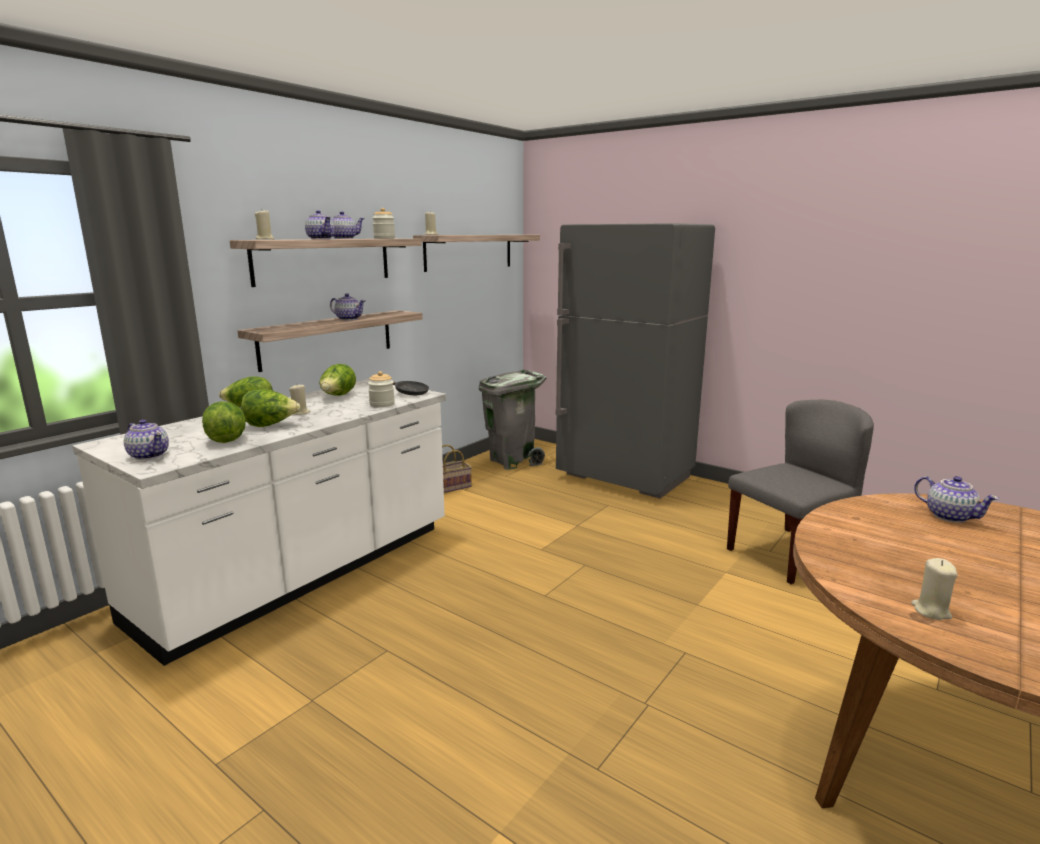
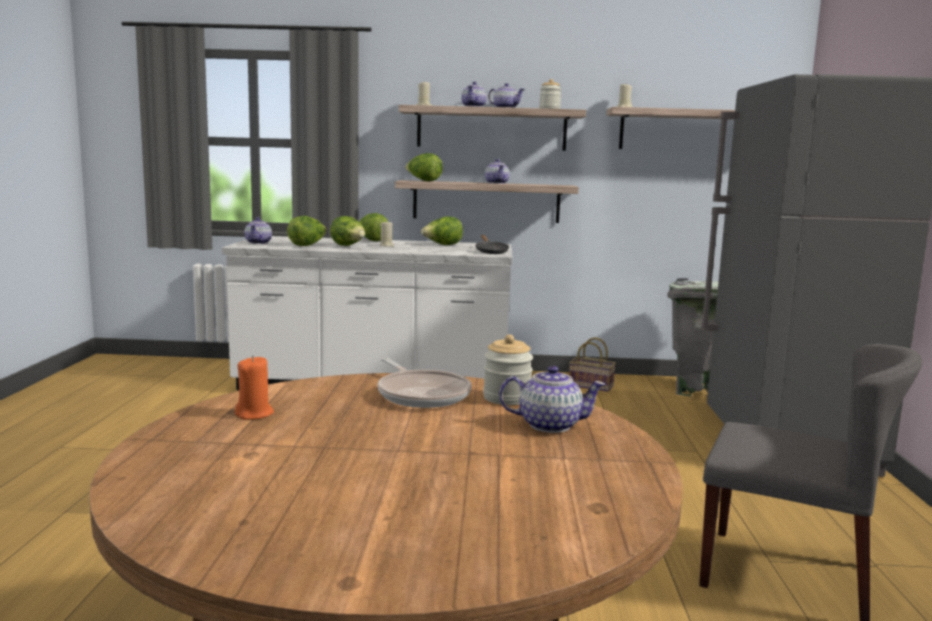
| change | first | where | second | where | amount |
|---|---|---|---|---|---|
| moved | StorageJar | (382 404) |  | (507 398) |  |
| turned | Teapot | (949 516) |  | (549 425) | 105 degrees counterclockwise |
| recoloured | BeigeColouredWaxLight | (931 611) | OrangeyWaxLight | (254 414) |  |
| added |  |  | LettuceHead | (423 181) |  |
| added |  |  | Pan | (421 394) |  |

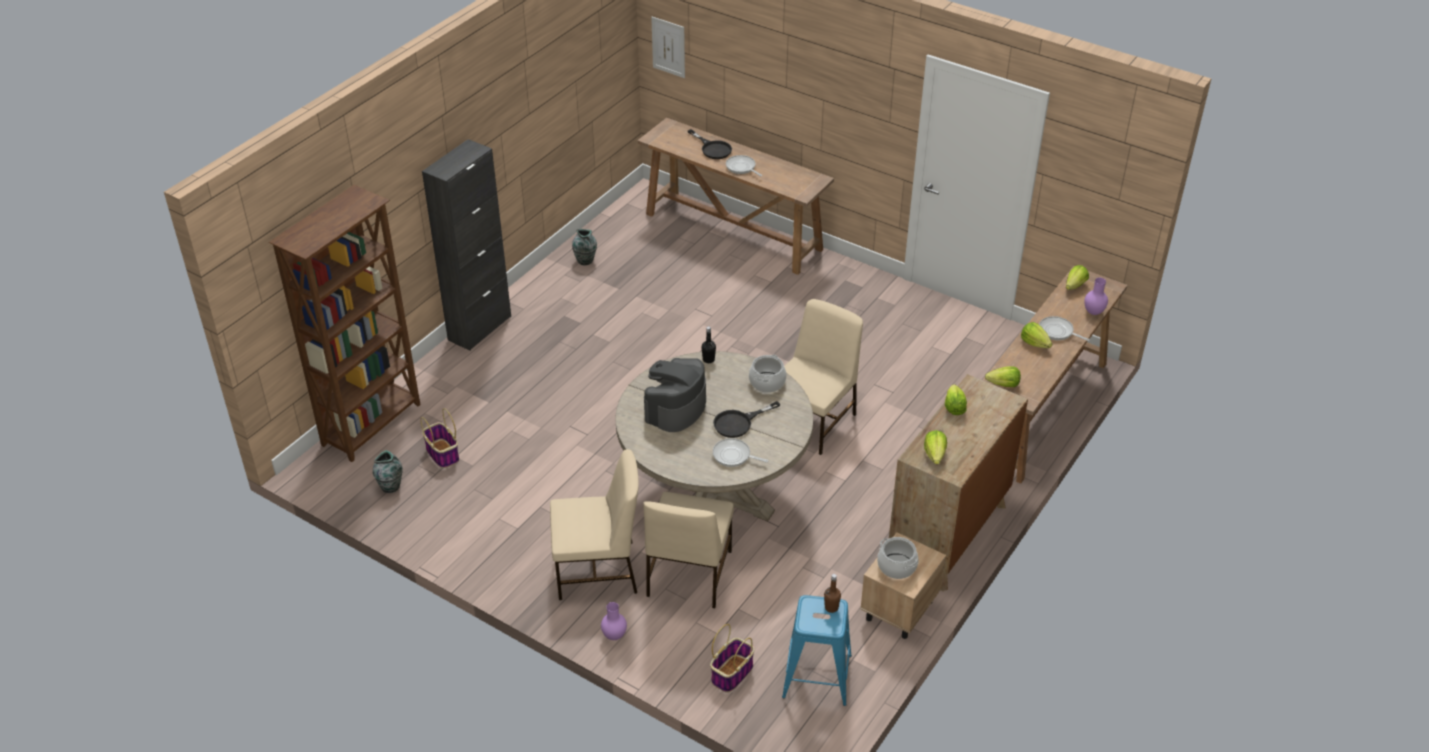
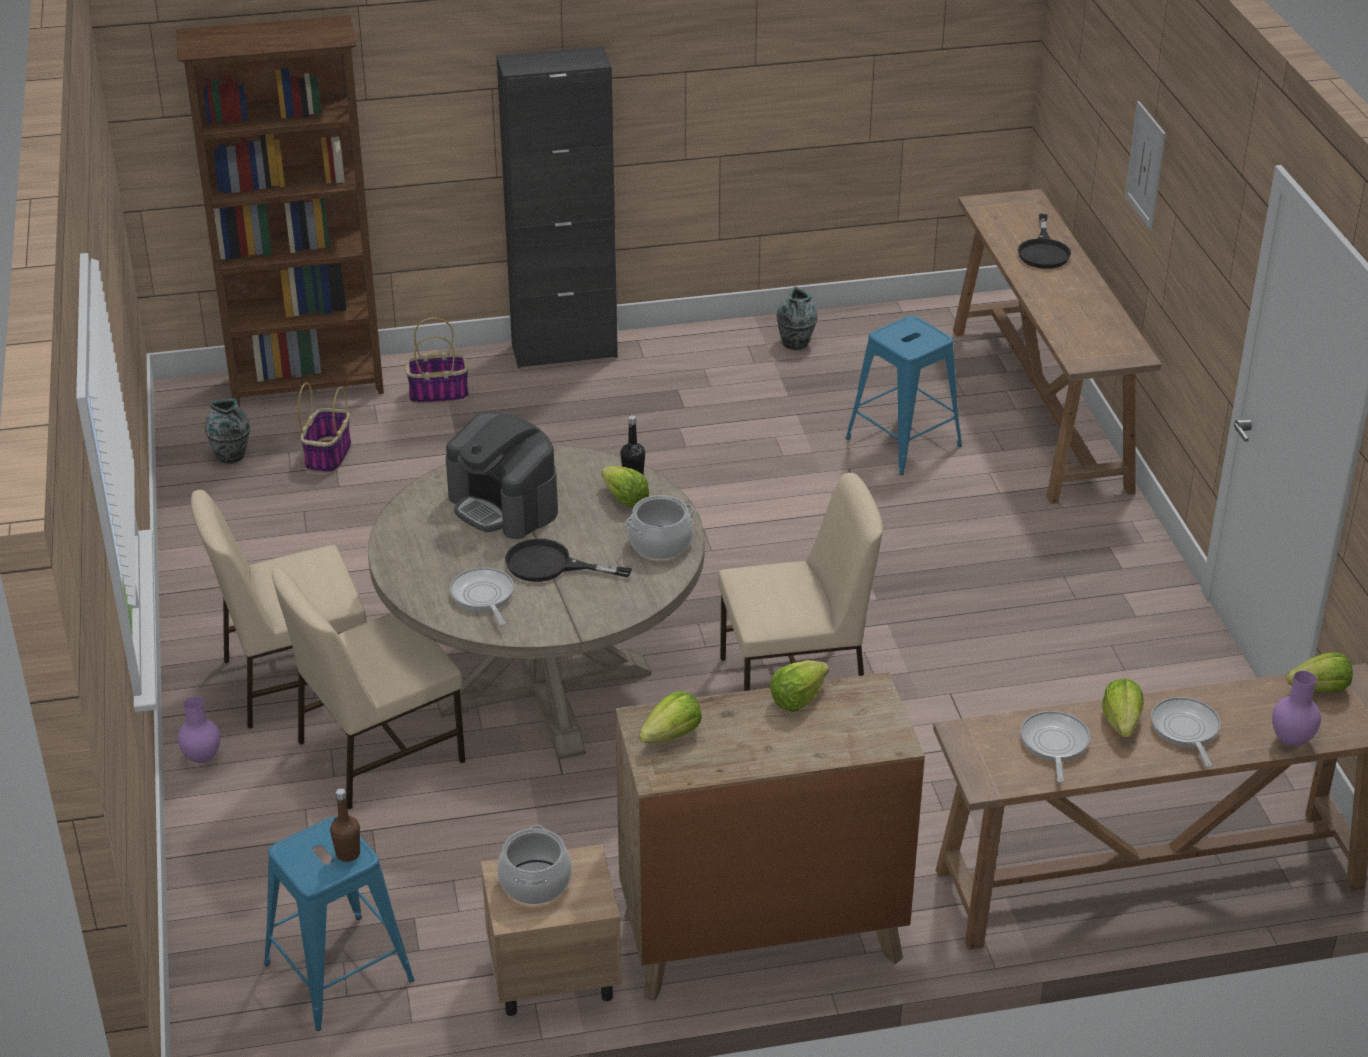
| change | first | where | second | where | amount |
|---|---|---|---|---|---|
| moved | Picture | (668 47) |  | (1145 165) |  |
| moved | Pan | (742 168) |  | (1054 744) |  |
| turned | CoffeeMaker | (675 409) |  | (504 505) | 120 degrees counterclockwise |
| moved | LettuceHead | (1003 385) |  | (624 499) |  |
| turned | BeigeColouredChair | (598 570) |  | (293 679) | 120 degrees clockwise |
| moved | HouseholdBasket | (732 673) |  | (439 394) |  |
| added |  |  | BluishSittingStool | (903 442) |  |

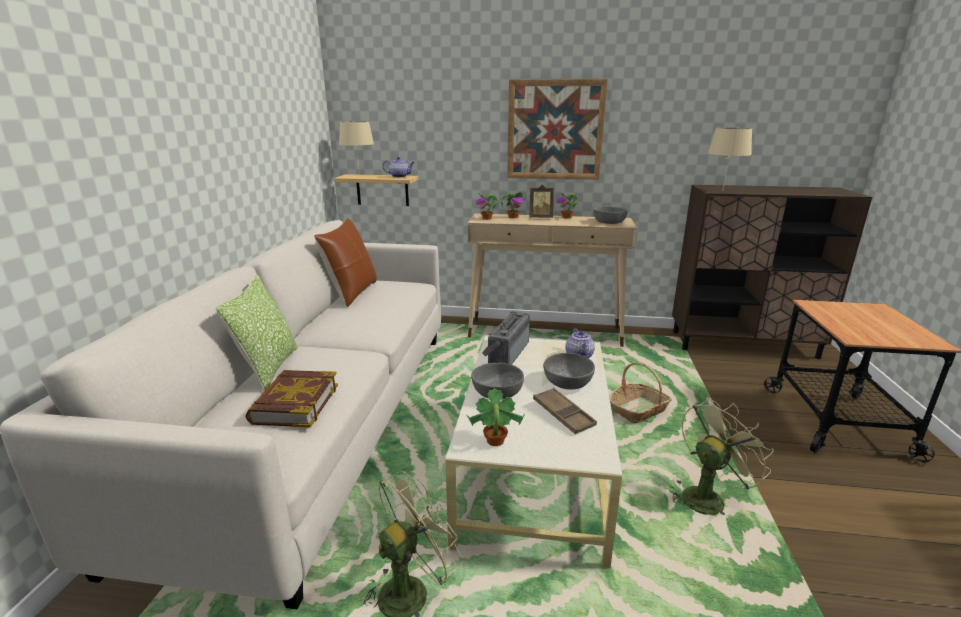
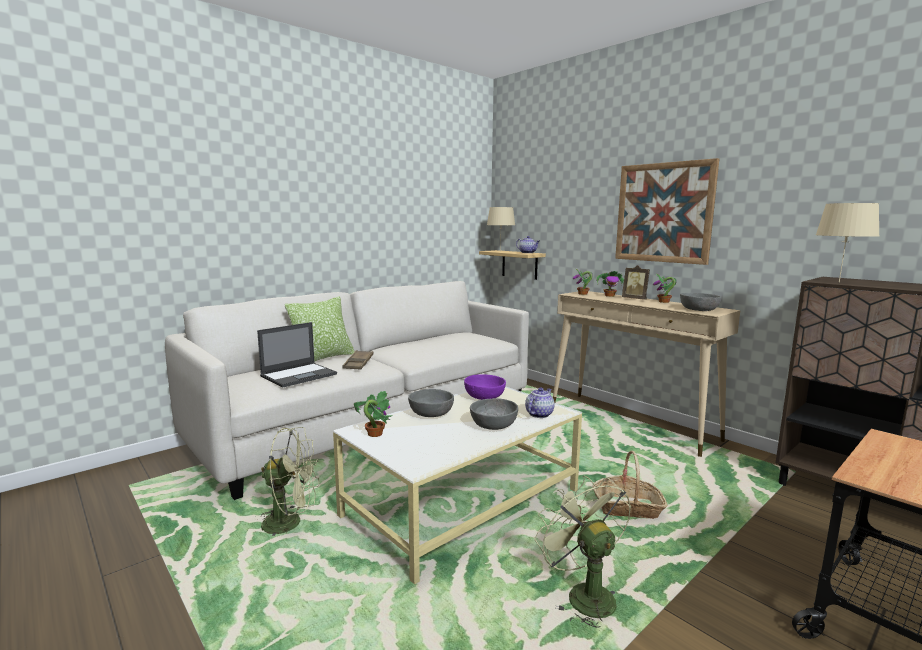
| change | first | where | second | where | amount |
|---|---|---|---|---|---|
| removed | BrownColouredPillow | (351 293) |  |  |  |
| replaced | RadioSet | (505 353) | PurpleServingBowl | (485 396) |  |
| replaced | Volume | (295 404) | PortableComputer | (299 375) |  |
| moved | BrownColouredServingTray | (563 414) |  | (358 363) |  |
| turned | GreenColouredElectricFan | (706 496) |  | (583 594) | 120 degrees counterclockwise |

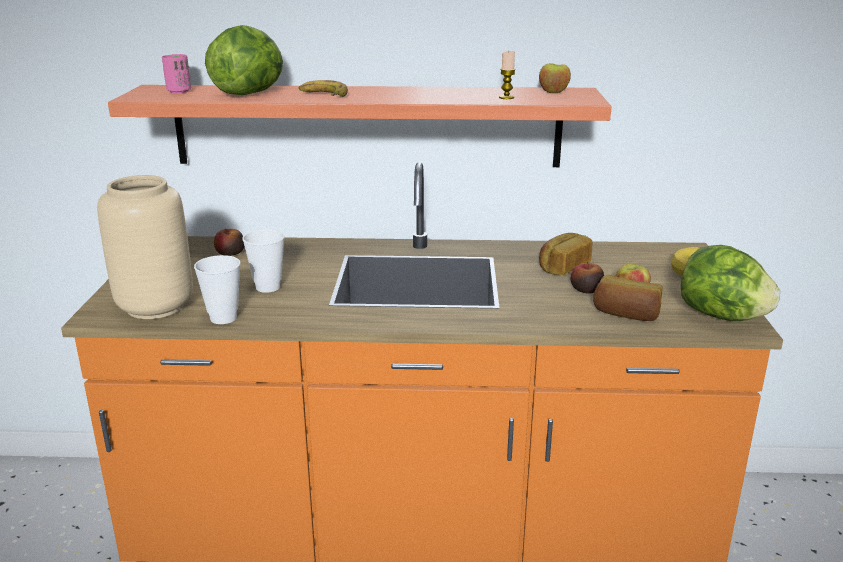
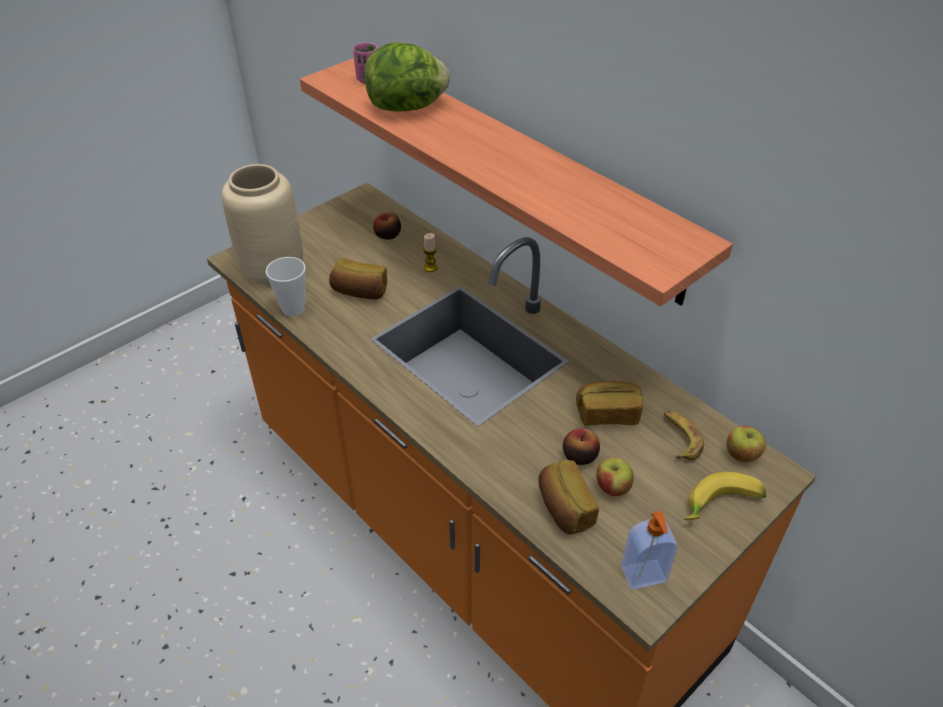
| change | first | where | second | where | amount |
|---|---|---|---|---|---|
| moved | WaxLight | (506 97) |  | (430 268) |  |
| moved | Apple | (553 92) |  | (741 455) |  |
| moved | BananaFruit | (323 95) |  | (679 438) |  |
| replaced | Cup | (268 287) | Bread | (359 292) |  |
| replaced | LettuceHead | (721 316) | LiquidSoapBottle | (644 576) |  |

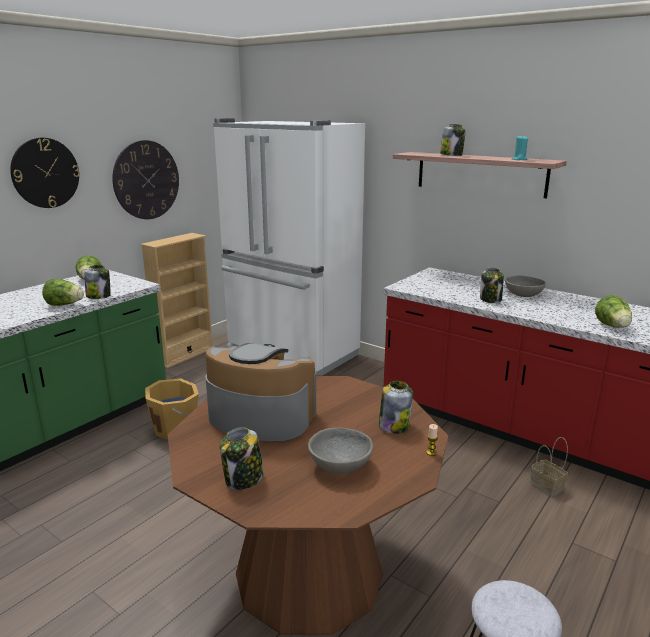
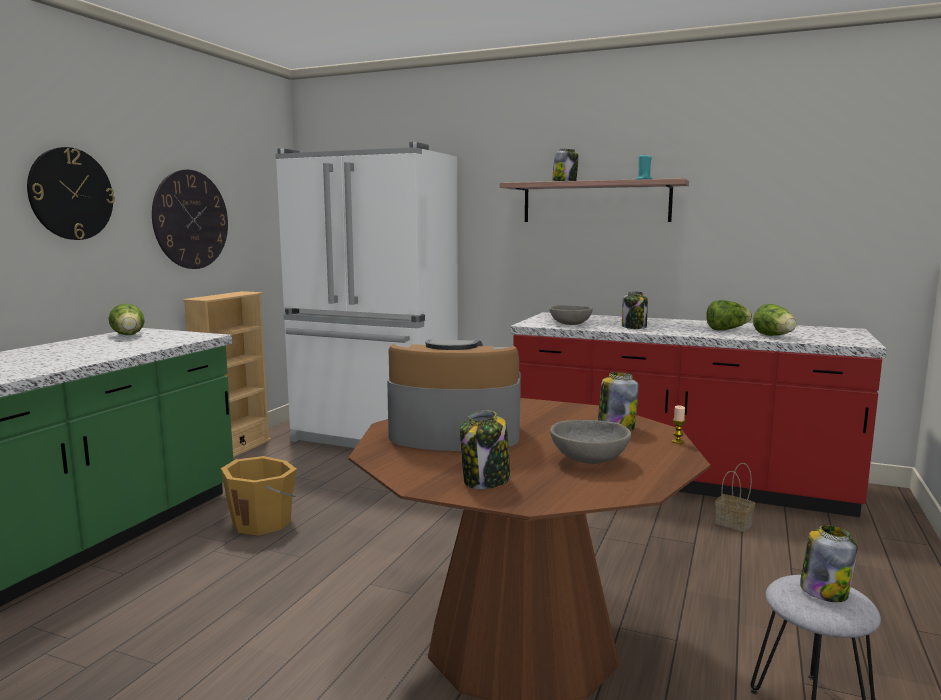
| change | first | where | second | where | amount |
|---|---|---|---|---|---|
| moved | StorageJar | (99 296) |  | (824 591) |  |
| moved | GreyishServingBowl | (524 295) |  | (571 324) |  |
| moved | LettuceHead | (65 305) |  | (727 330) |  |

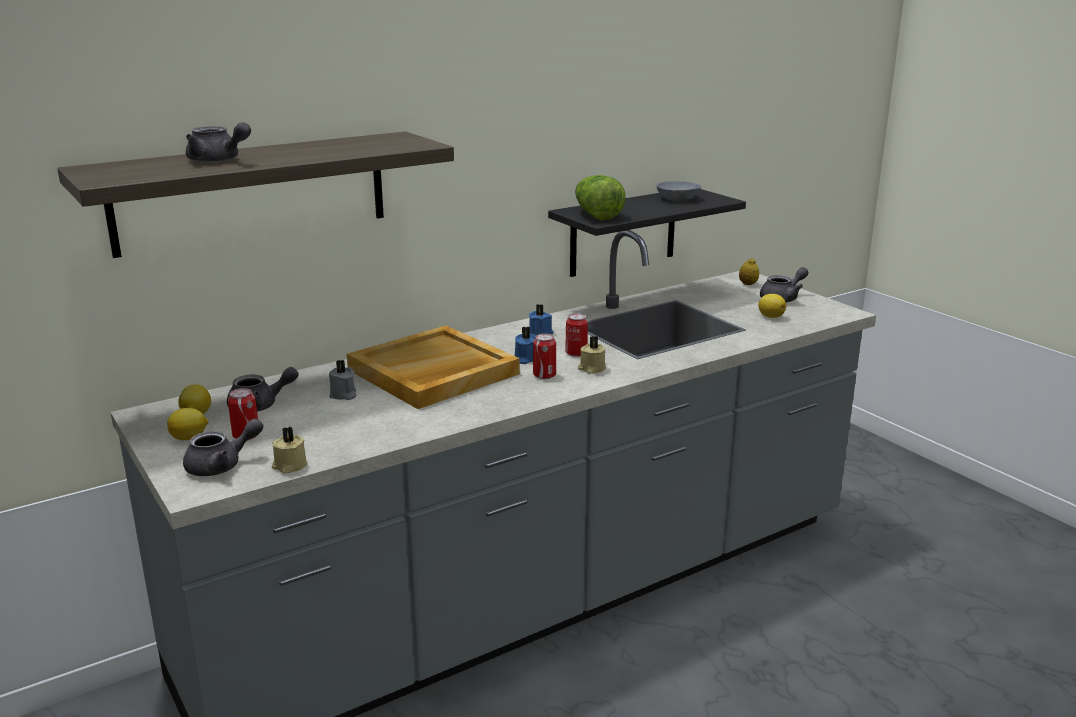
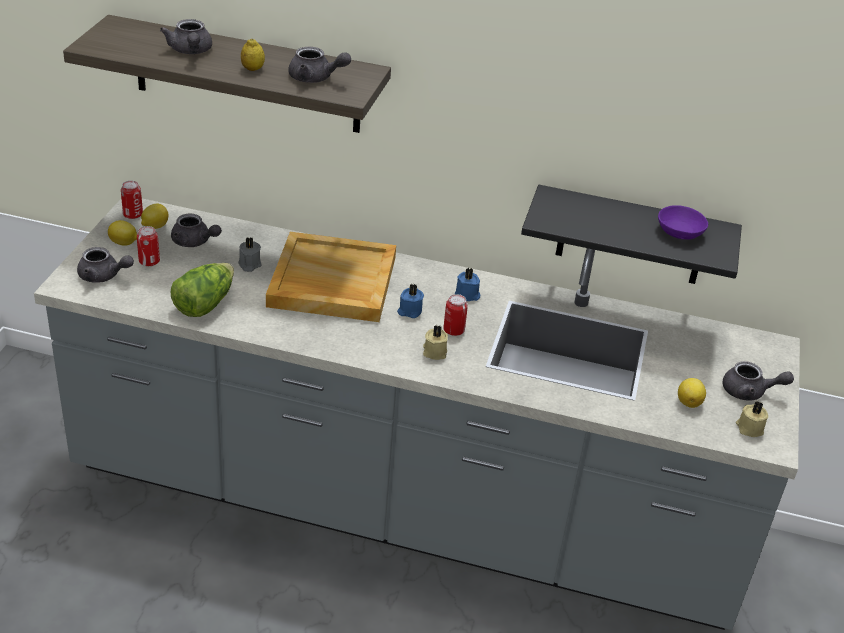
| change | first | where | second | where | amount |
|---|---|---|---|---|---|
| moved | LettuceHead | (596 215) |  | (204 303) |  |
| recoloured | GreyishServingBowl | (678 198) | PurpleServingBowl | (681 232) |  |
| moved | WholeLemon | (748 284) |  | (252 69) |  |
| moved | MetalCan | (544 375) |  | (133 215) |  |
| moved | BeigeColouredWaxLight | (289 466) |  | (749 428) |  |
| added |  |  | GreyishTeapot | (315 78) |  |

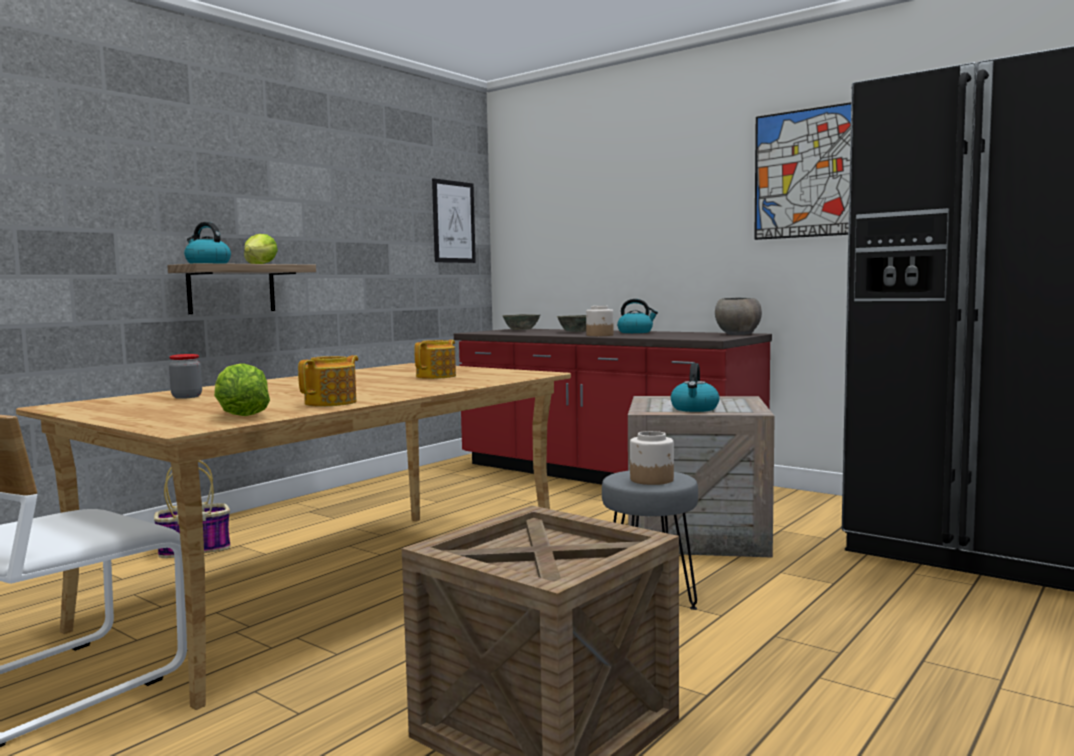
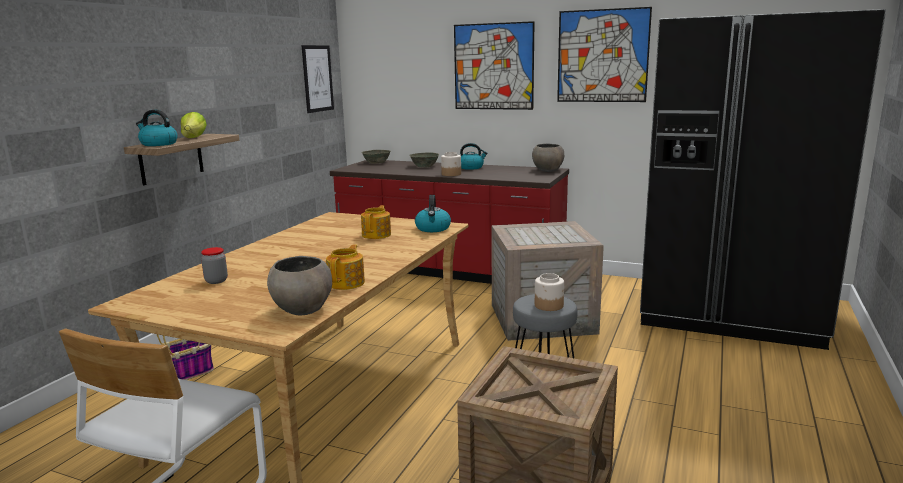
| change | first | where | second | where | amount |
|---|---|---|---|---|---|
| replaced | LettuceHead | (240 416) | GreyishServingBowl | (302 309) |  |
| moved | Kettle | (695 409) |  | (433 229) |  |
| added |  |  | Picture | (493 66) |  |

